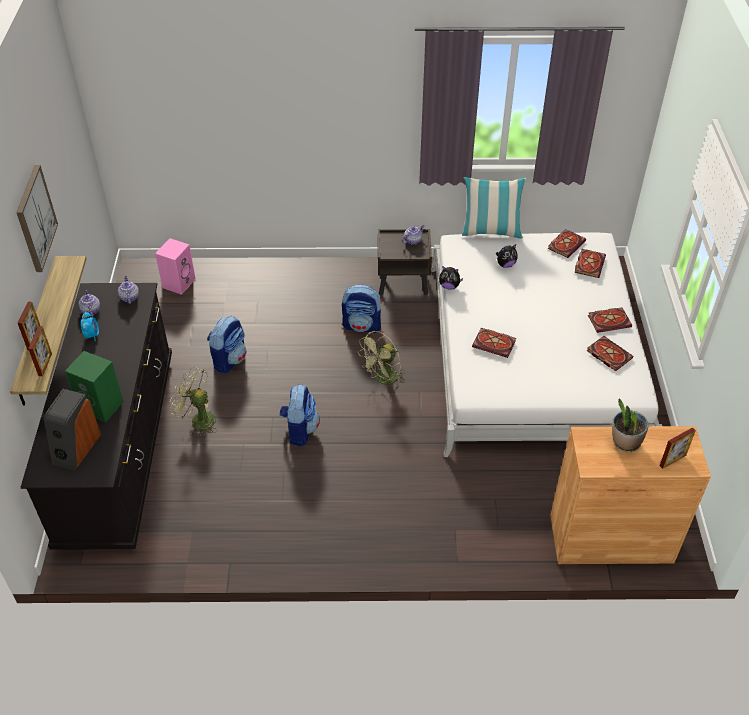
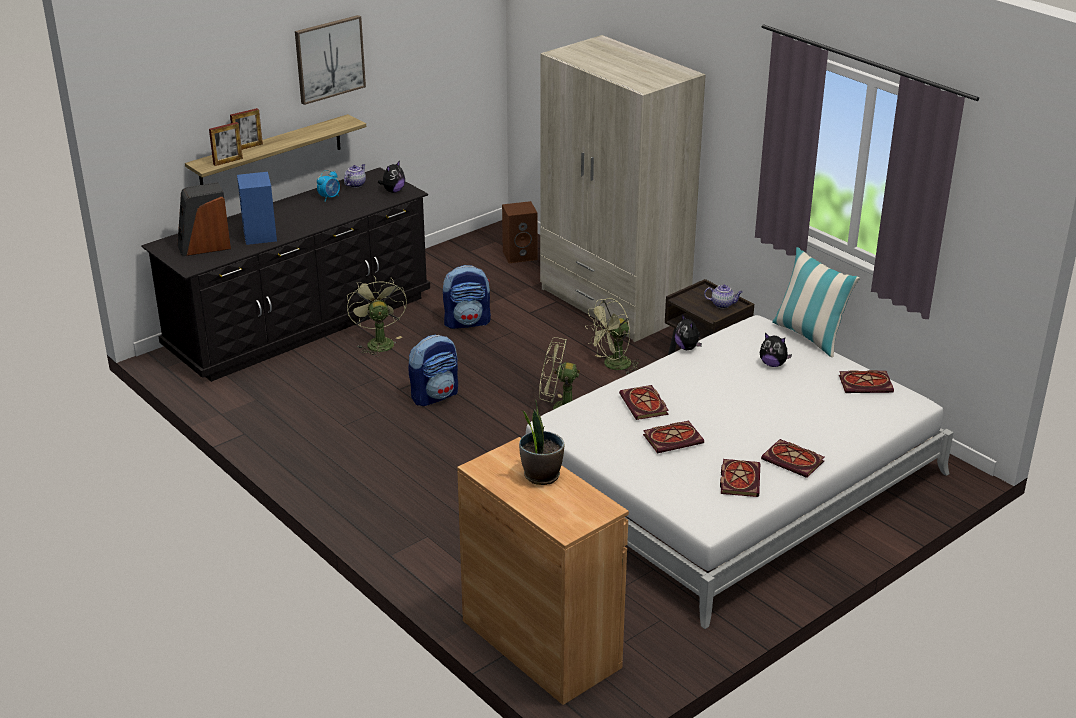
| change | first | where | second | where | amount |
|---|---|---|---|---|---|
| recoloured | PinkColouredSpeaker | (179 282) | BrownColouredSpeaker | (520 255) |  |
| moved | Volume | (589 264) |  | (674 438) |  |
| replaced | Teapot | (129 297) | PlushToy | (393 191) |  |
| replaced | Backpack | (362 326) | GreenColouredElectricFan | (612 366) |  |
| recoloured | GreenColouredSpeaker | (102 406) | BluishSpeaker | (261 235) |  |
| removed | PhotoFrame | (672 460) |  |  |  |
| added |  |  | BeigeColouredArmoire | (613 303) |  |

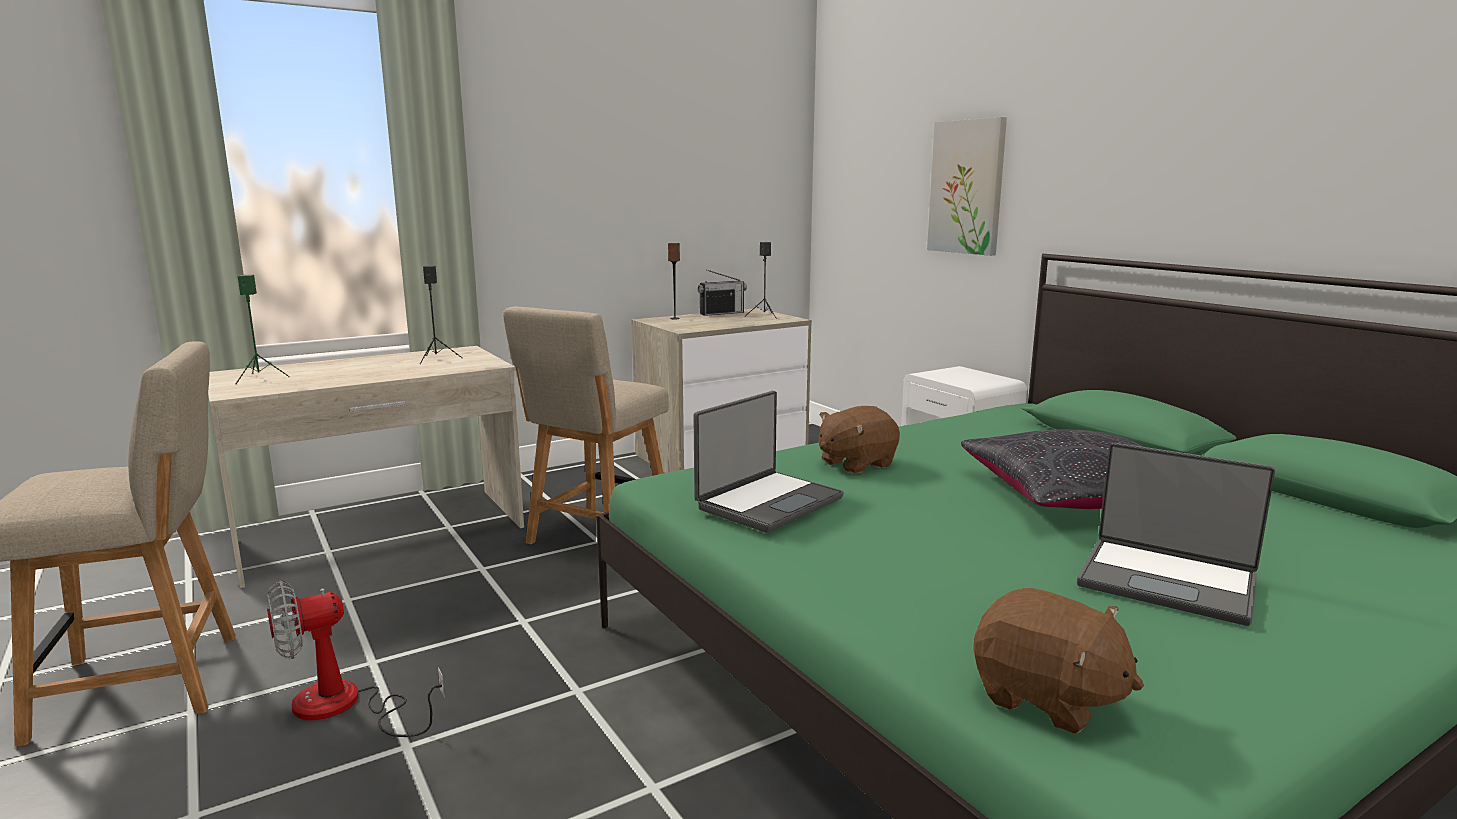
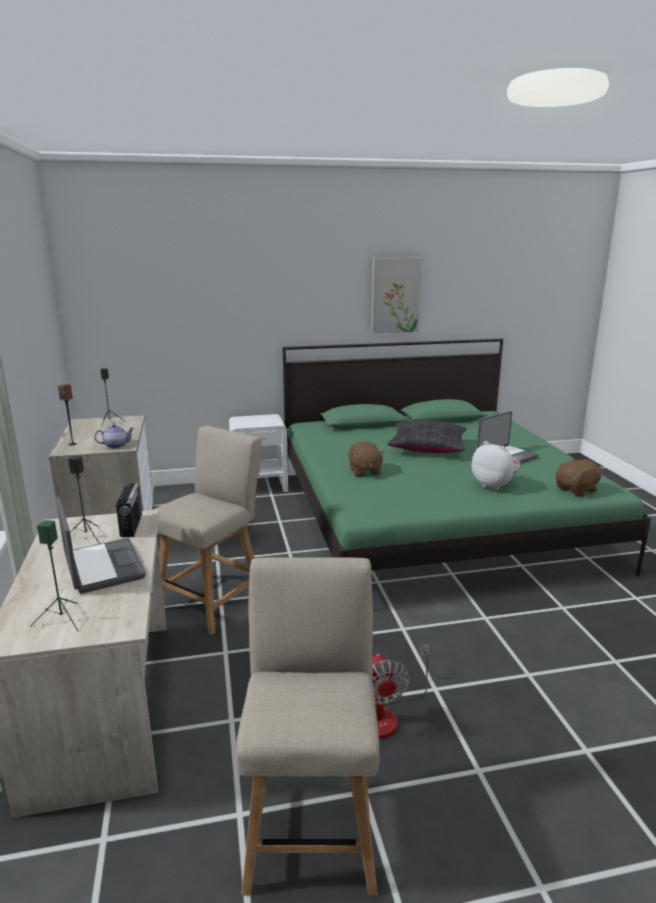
| change | first | where | second | where | amount |
|---|---|---|---|---|---|
| moved | Picture | (967 187) |  | (395 295) |  |
| moved | RadioSet | (721 313) |  | (131 525) |  |
| turned | BeigeColouredChair | (596 537) |  | (213 600) | 105 degrees counterclockwise |
| moved | PortableComputer | (768 502) |  | (102 567) |  |
| added |  |  | Teapot | (116 445) |  |
| added |  |  | PlushToy | (494 485) |  |

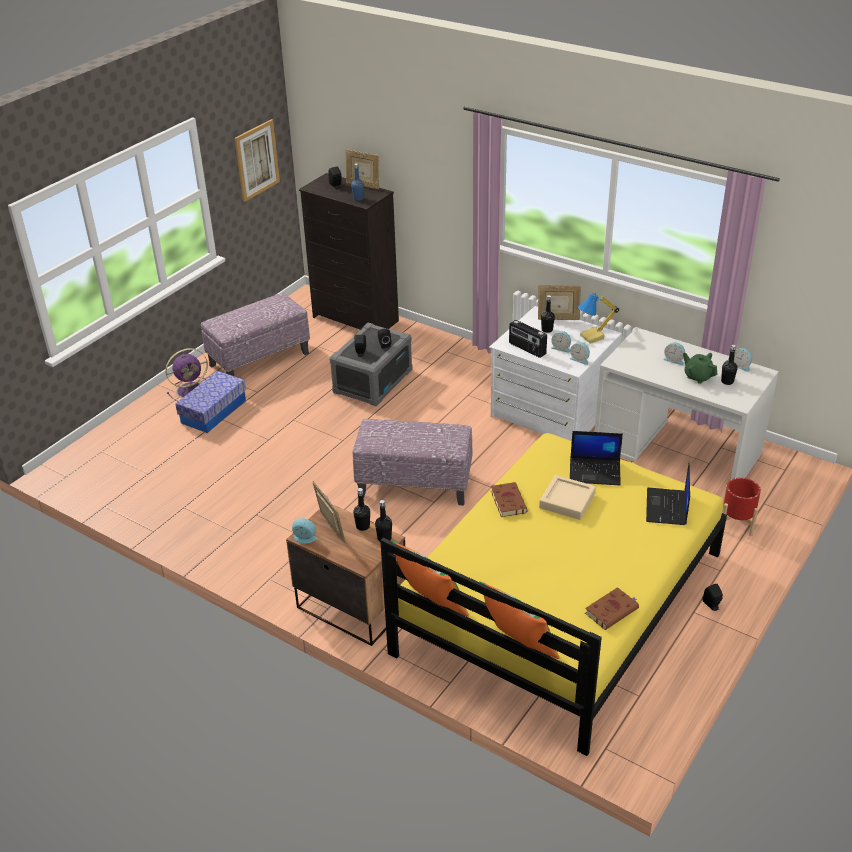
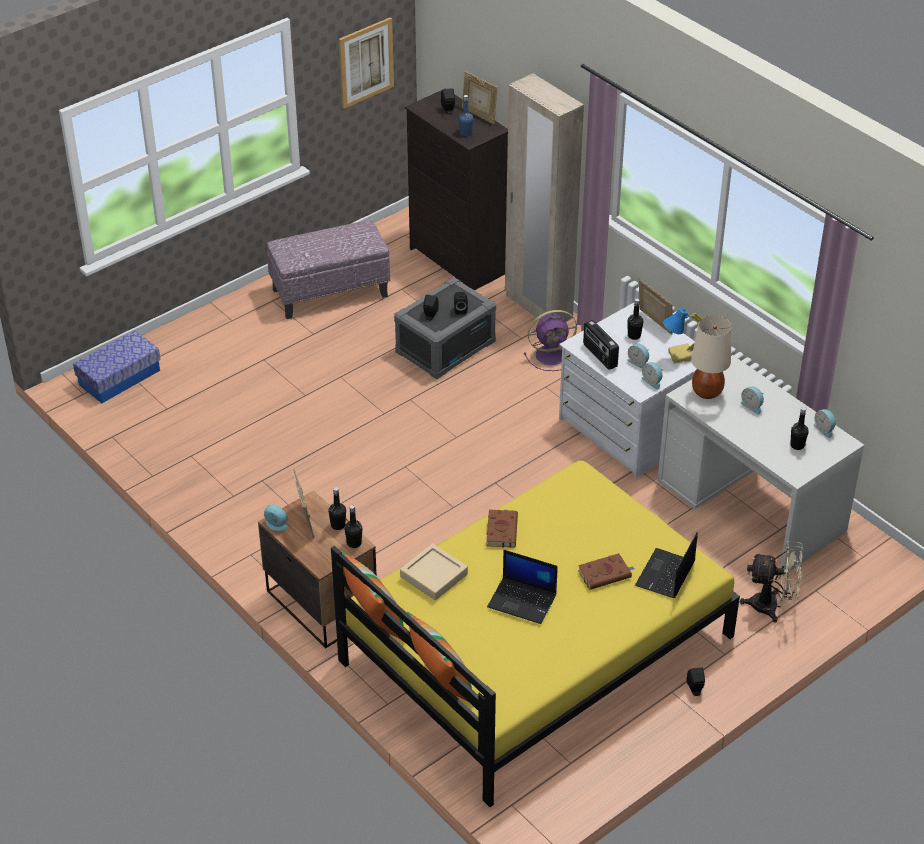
| change | first | where | second | where | amount |
|---|---|---|---|---|---|
| turned | PhotoFrame | (558 319) |  | (654 323) | 150 degrees counterclockwise |
| moved | PurpleElectricFan | (192 390) |  | (552 355) |  |
| removed | GreenColouredTeapot | (698 377) |  |  |  |
| moved | StorageContainer | (213 411) |  | (119 377) |  |
| removed | Ottoman | (413 485) |  |  |  |
| moved | PortableComputer | (595 472) |  | (523 600) |  |
| moved | BeigeColouredServingTray | (567 501) |  | (434 575) |  |
| replaced | ReddishPlanter | (736 523) | BeigeColouredElectricFan | (772 606) |  |
| moved | BrownColouredVolume | (612 610) |  | (605 574) |  |
| added |  |  | BeigeColouredArmoire | (538 307) |  |
| added |  |  | BeigeColouredLampForATable | (707 392) |  |

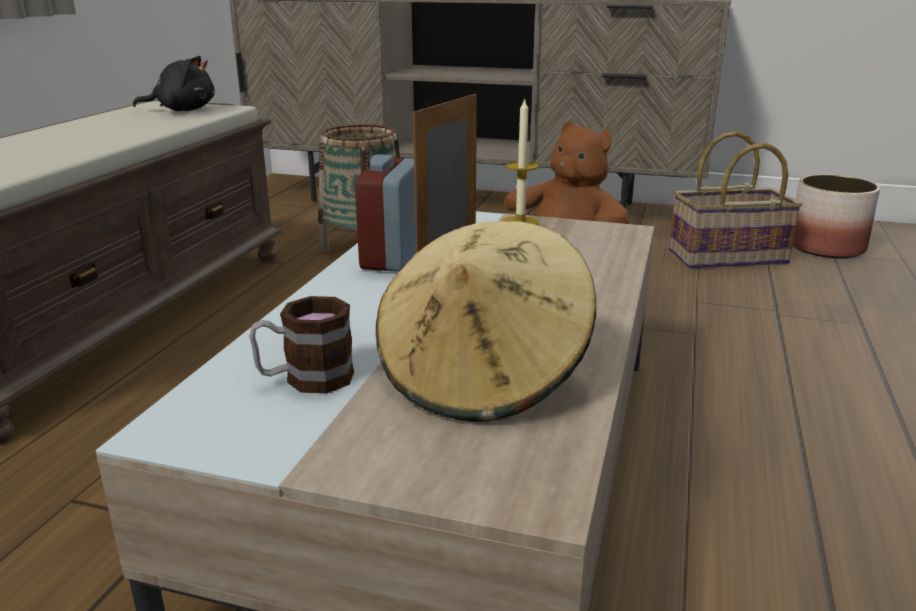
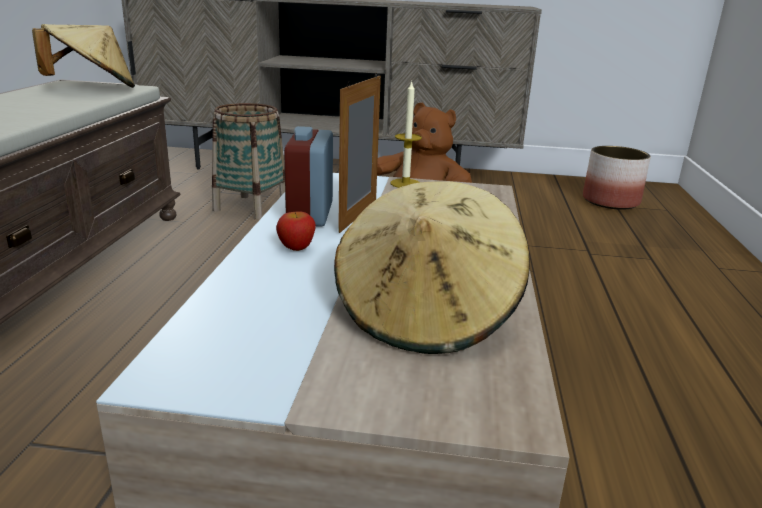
| change | first | where | second | where | amount |
|---|---|---|---|---|---|
| replaced | BlackColouredPlushToy | (182 110) | BeigeColouredClothingHat | (93 89) |  |
| removed | HouseholdBasket | (727 257) |  |  |  |
| removed | Mug | (305 379) |  |  |  |
| added |  |  | Apple | (296 247) |  |

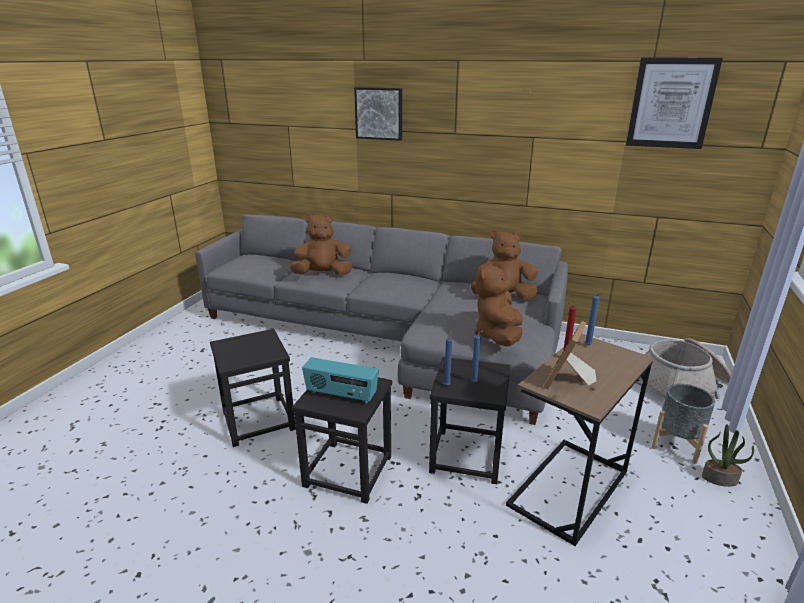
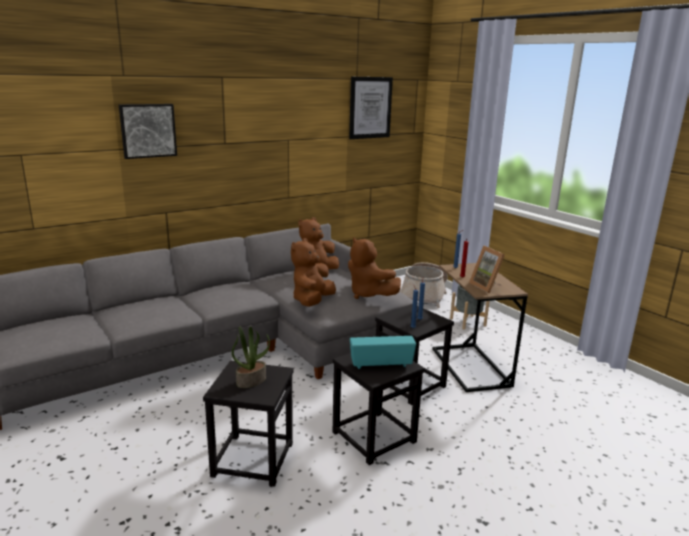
| change | first | where | second | where | amount |
|---|---|---|---|---|---|
| moved | BrownColouredPlushToy | (323 274) |  | (312 301) |  |
| turned | RadioSet | (341 395) |  | (381 364) | 150 degrees counterclockwise |
| moved | PlantInAPot | (720 478) |  | (251 380) |  |

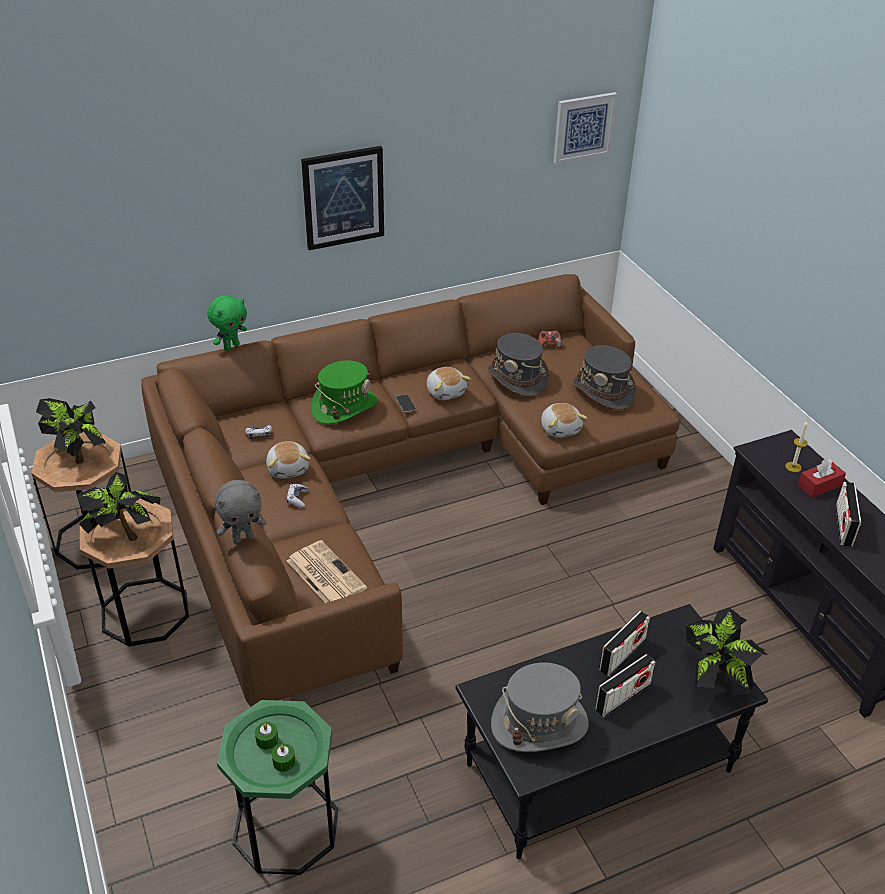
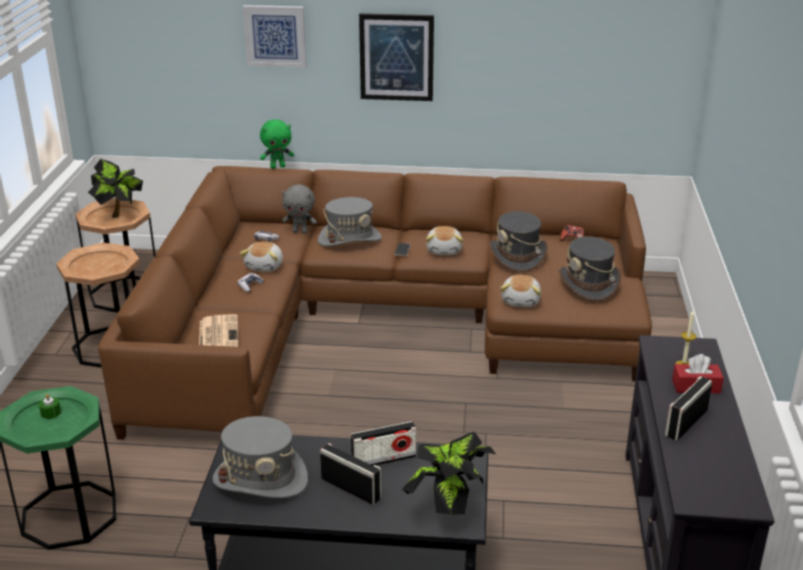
| change | first | where | second | where | amount |
|---|---|---|---|---|---|
| moved | Picture | (583 127) |  | (275 36) |  |
| recoloured | GreenColouredClothingHat | (344 407) | GreyishClothingHat | (349 239) |  |
| removed | PlantInAPot | (124 534) |  |  |  |
| moved | GreyishPlushToy | (243 538) |  | (300 232) |  |
| turned | RadioSet | (623 697) |  | (350 488) | 135 degrees counterclockwise |
| removed | GreenColouredWaxLight | (284 761) |  |  |  |

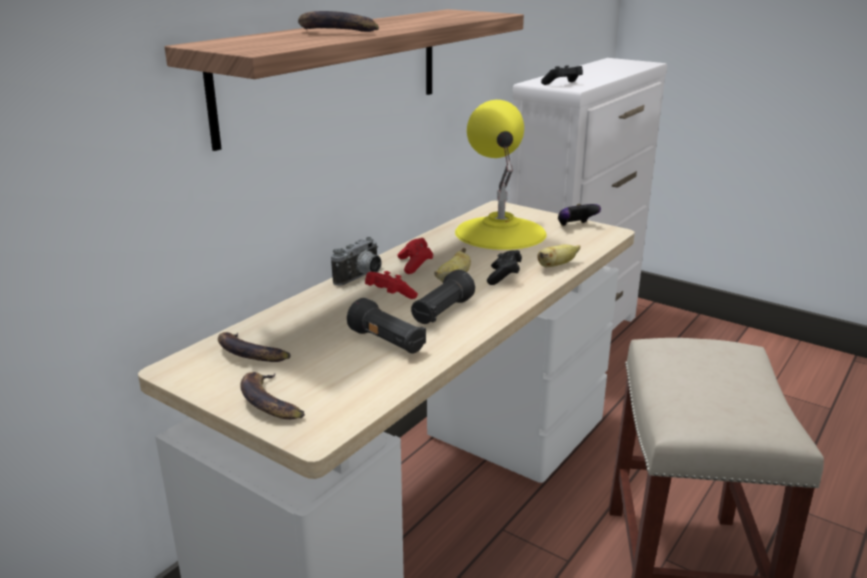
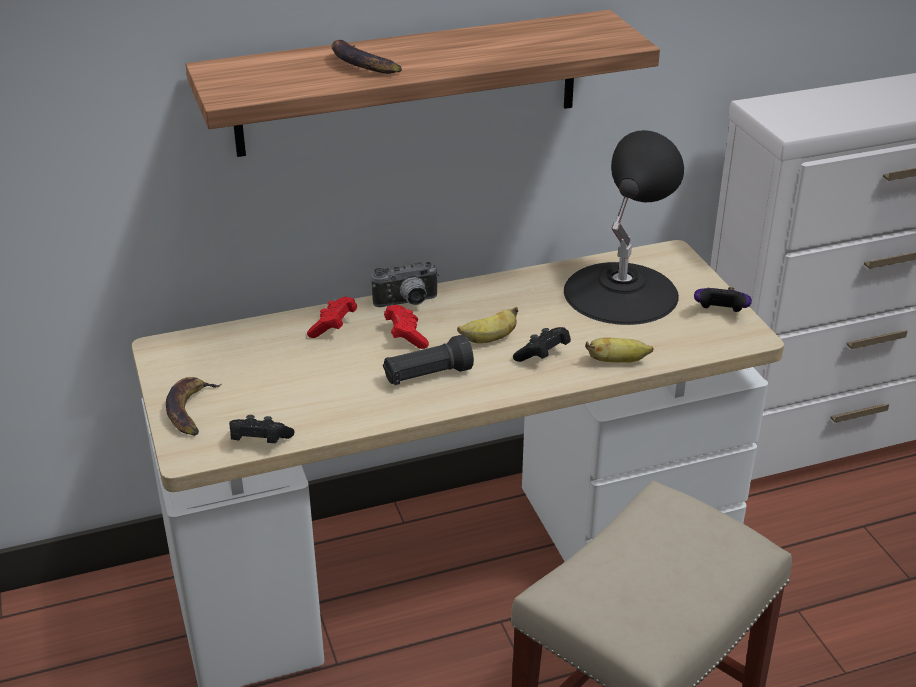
| change | first | where | second | where | amount |
|---|---|---|---|---|---|
| moved | BlackColouredGamepad | (563 84) |  | (259 442) |  |
| recoloured | YellowLampForATable | (500 232) | BlackColouredLampForATable | (620 292) |  |
| moved | ReddishGamepad | (415 265) |  | (333 327) |  |
| removed | BlackColouredFlashlight | (387 343) |  |  |  |
| removed | BananaFruit | (249 354) |  |  |  |

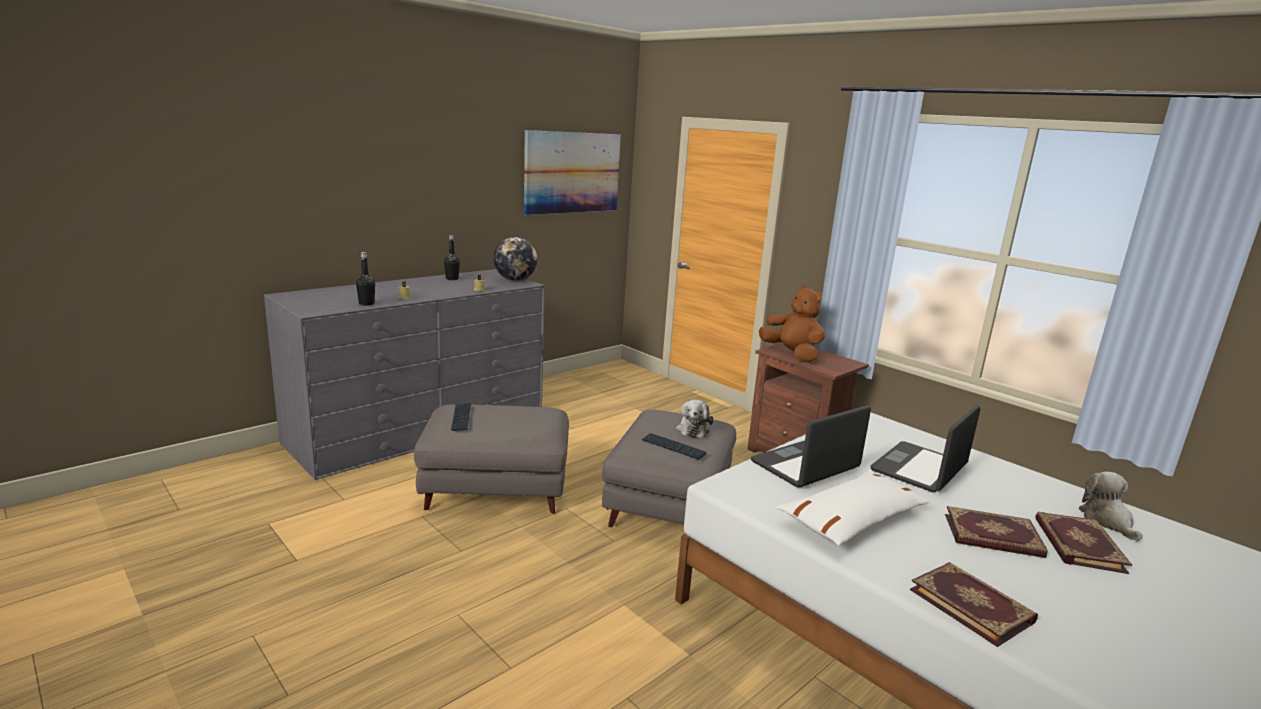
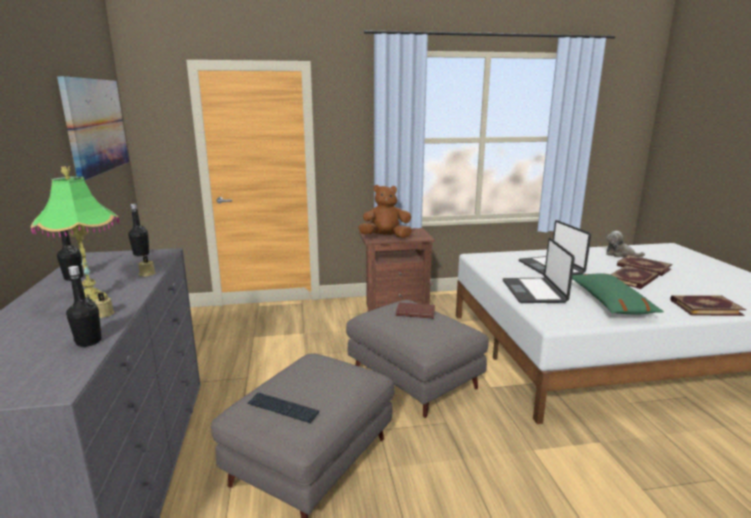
| change | first | where | second | where | amount |
|---|---|---|---|---|---|
| replaced | DeskGlobe | (515 280) | BlackColouredBeverageBottle | (141 254) |  |
| replaced | PlushToy | (693 429) | BrownColouredVolume | (415 312) |  |
| removed | PcKeyboard | (673 447) |  |  |  |
| recoloured | WhiteColouredPillow | (852 520) | GreenColouredPillow | (610 302) |  |
| added |  |  | LampForATable | (91 298) |  |

